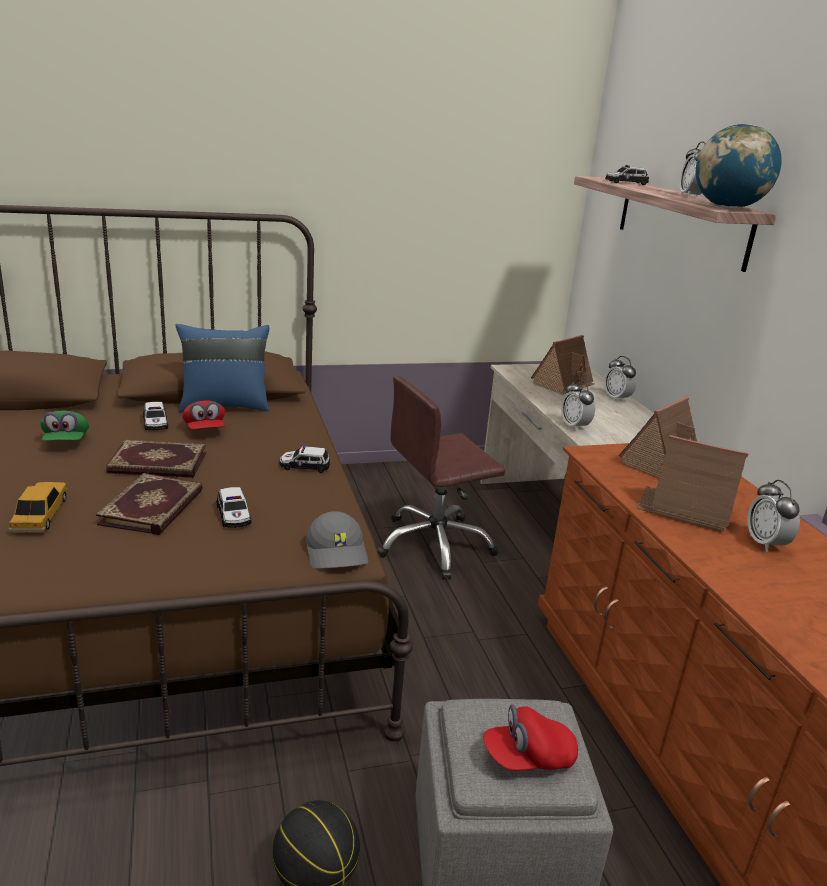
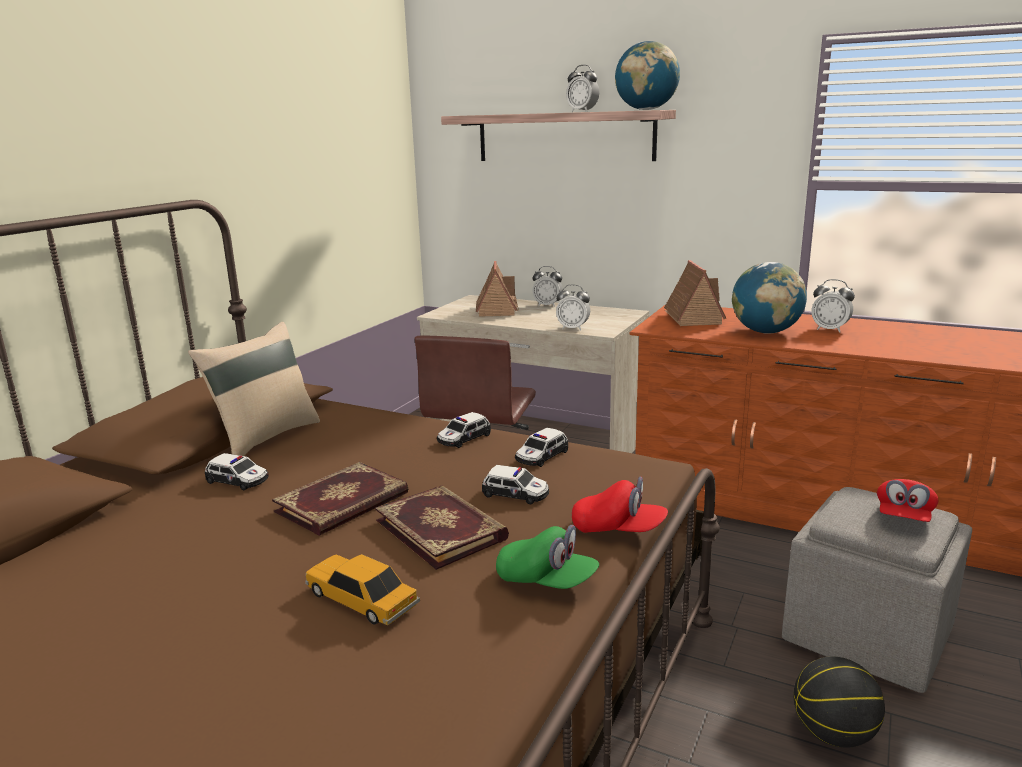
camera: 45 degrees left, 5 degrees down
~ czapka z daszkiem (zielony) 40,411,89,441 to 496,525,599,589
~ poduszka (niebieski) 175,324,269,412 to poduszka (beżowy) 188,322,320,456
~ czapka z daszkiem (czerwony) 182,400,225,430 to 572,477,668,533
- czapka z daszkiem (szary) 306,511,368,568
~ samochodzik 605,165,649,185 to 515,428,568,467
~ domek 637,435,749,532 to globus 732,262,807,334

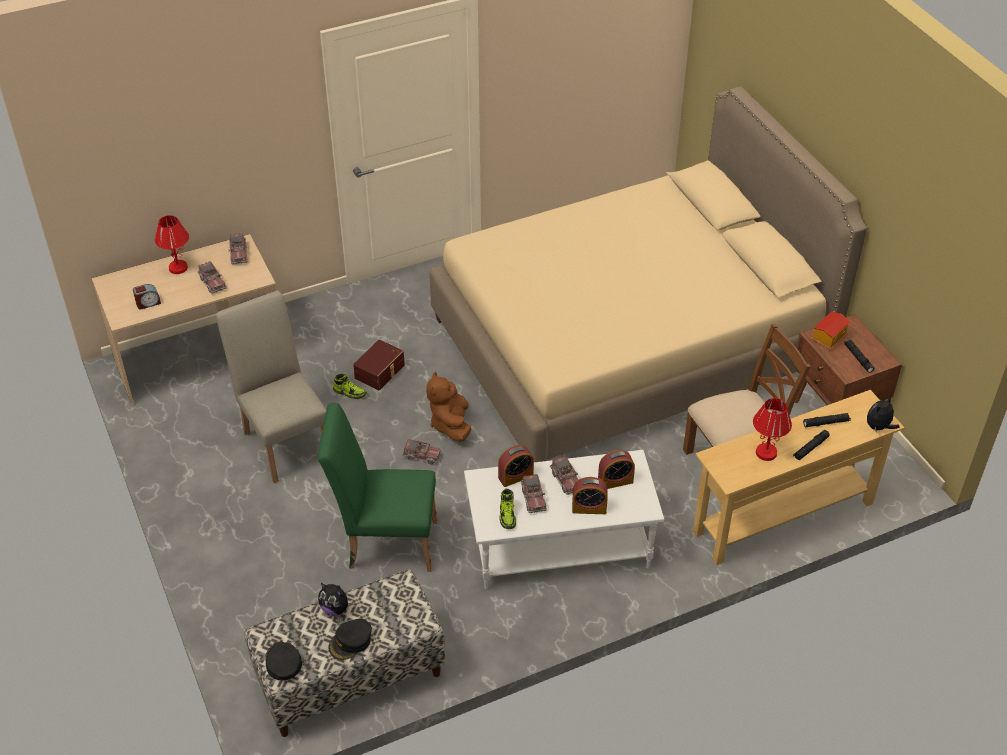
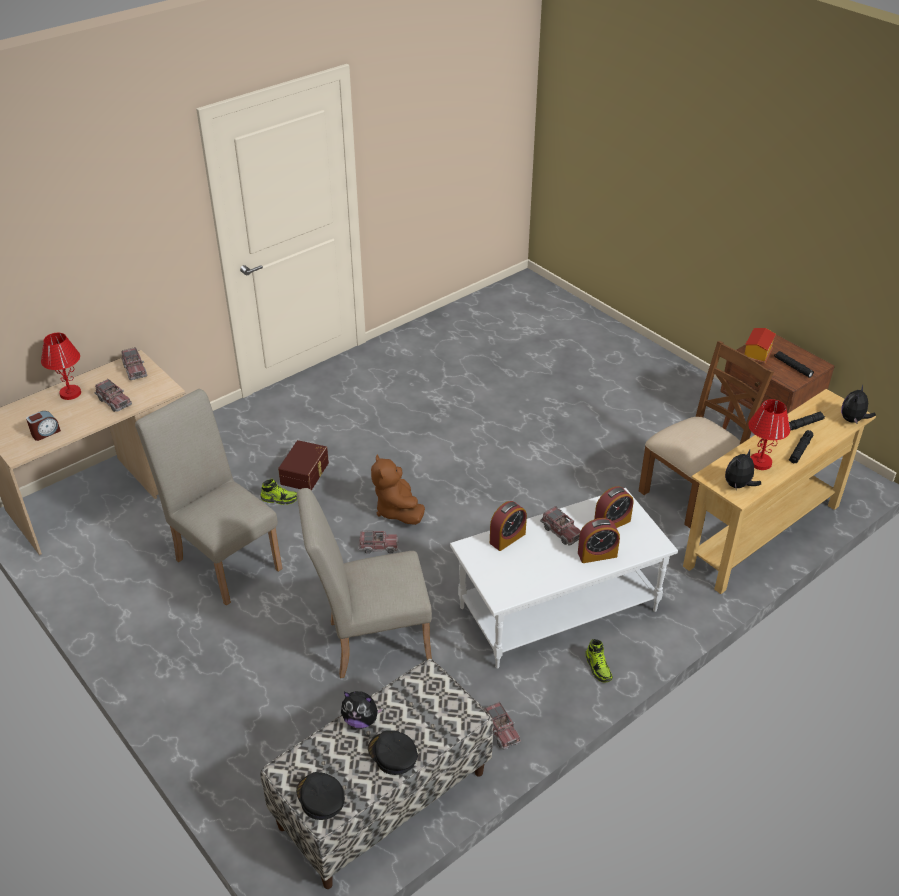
camera: 15 degrees left, 5 degrees down
~ krzesło (zielony) 318,403,437,572 to krzesło (beżowy) 297,488,432,678
~ czapka z daszkiem (czarny) 328,619,372,660 = 368,730,418,775 105 degrees clockwise
- łóżko (beżowy) 429,87,867,462
~ but 499,489,516,529 to 586,639,613,682
~ ciężarówka zabawkowa 521,474,547,513 to 484,702,521,750
+ pluszak 725,450,761,490

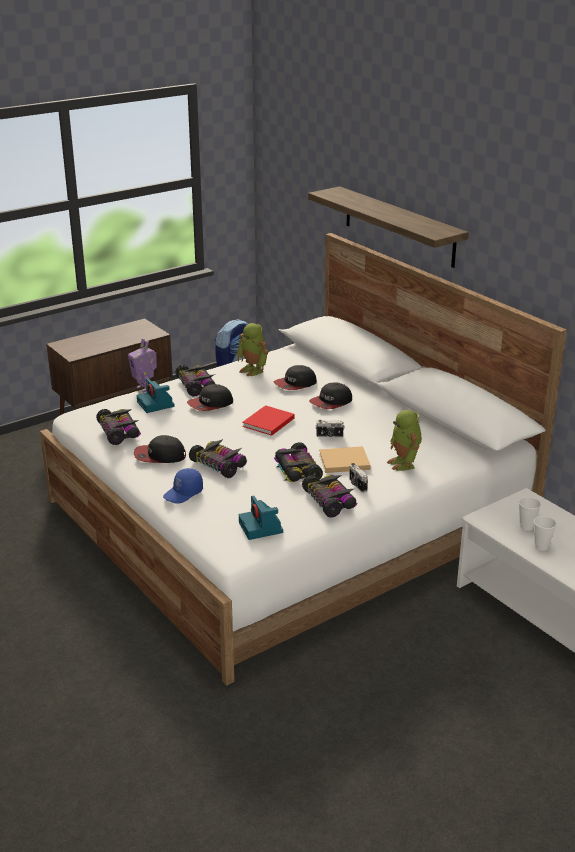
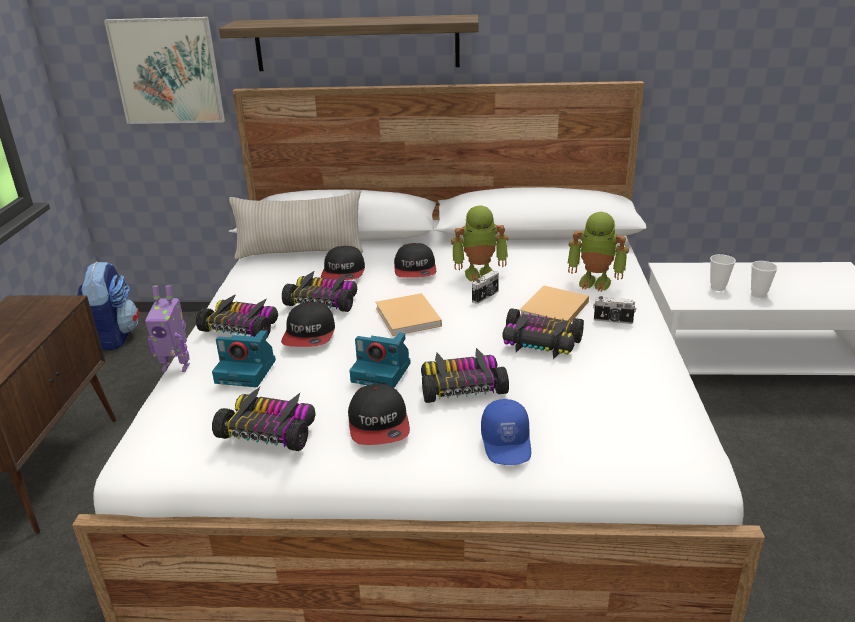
camera: 50 degrees left, 0 degrees up
~ czapka z daszkiem 134,435,186,463 = 348,384,410,445 45 degrees counterclockwise
~ robot zabawkowy 237,323,268,376 to 451,206,508,282
~ aparat fotograficzny 239,496,283,540 to 349,333,411,388
~ książka (czerwony) 242,405,295,436 to książka (beżowy) 375,293,442,336
~ samochodzik 302,475,358,517 to 282,271,357,312
+ obraz 104,17,225,124
+ poduszka (beżowy) 229,191,363,259

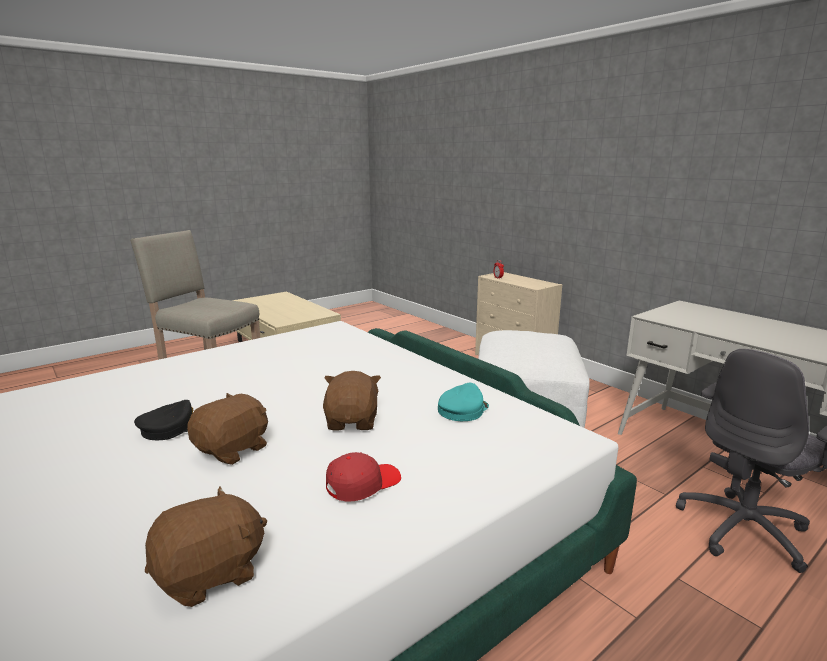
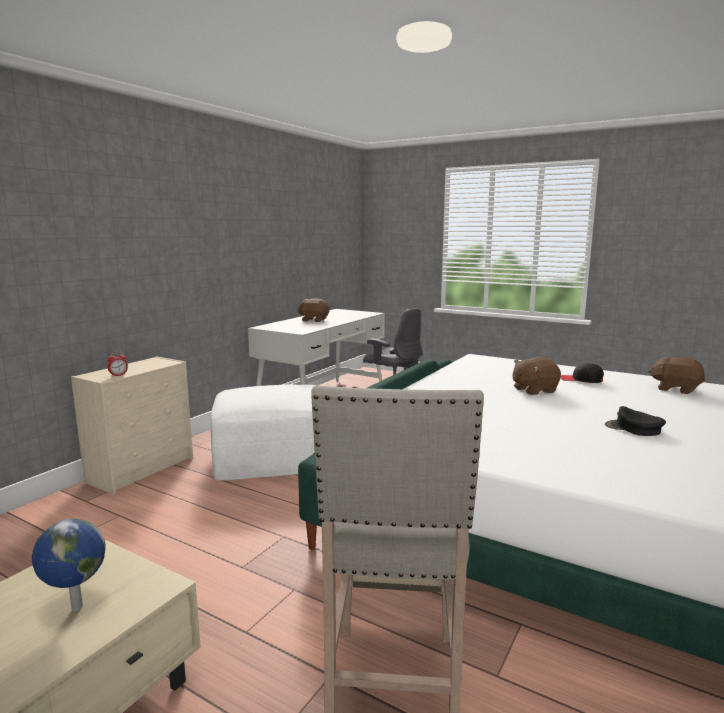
camera: 110 degrees left, 5 degrees down
~ pluszak (brązowy) 187,393,268,465 to 298,298,329,322
~ czapka z daszkiem (czerwony) 326,452,401,501 to czapka z daszkiem (czarny) 561,363,604,383
- czapka z daszkiem (turkusowy) 438,383,489,421
+ globus 32,519,106,611

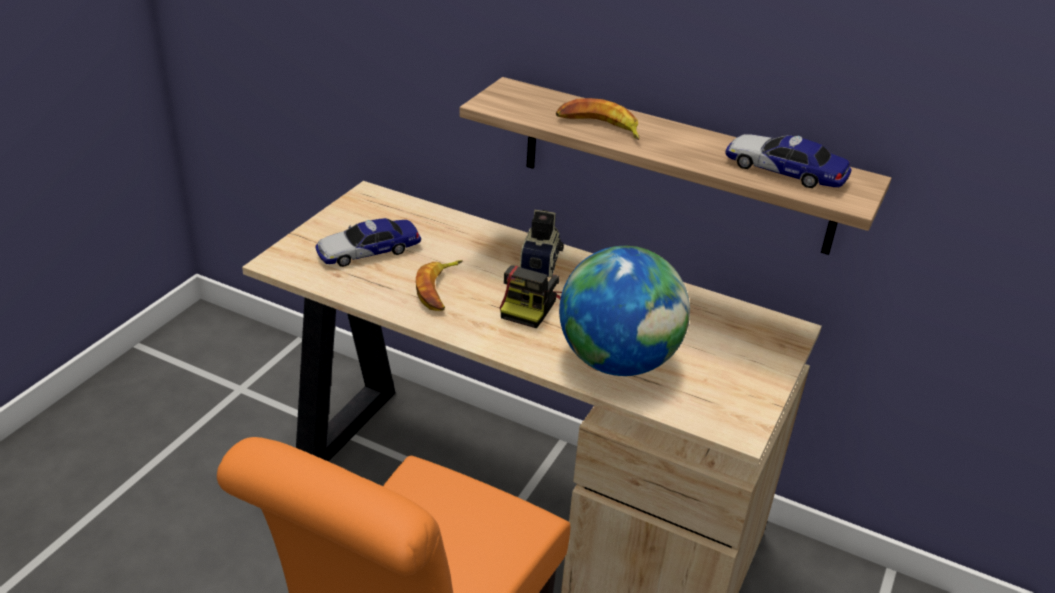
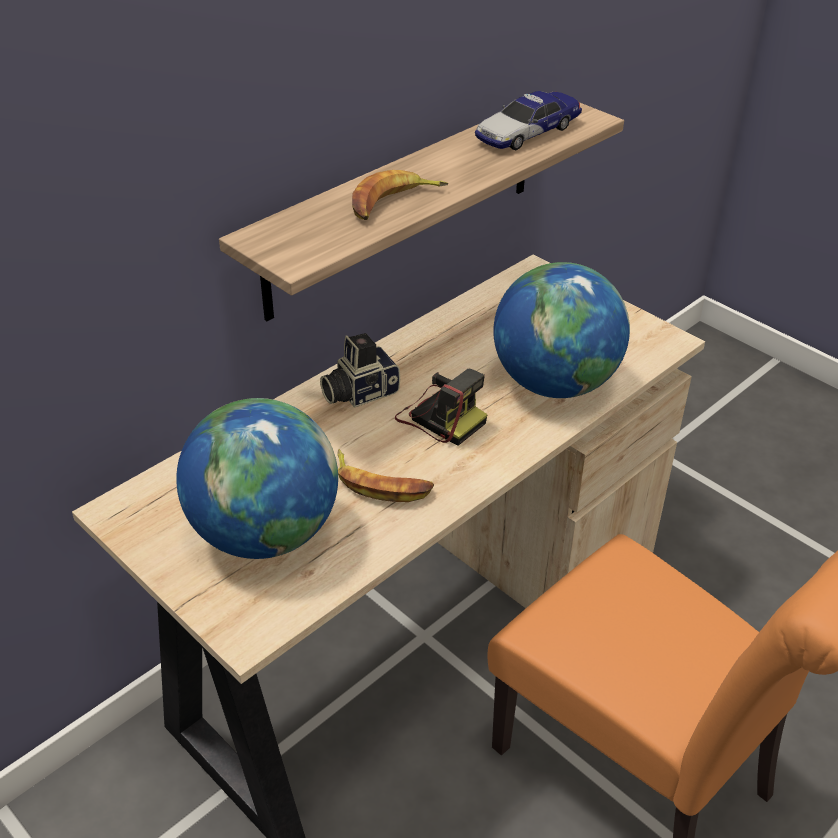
camera: 70 degrees left, 5 degrees up
~ samochodzik 316,218,421,267 to globus 176,398,338,559
~ aparat fotograficzny 520,210,564,277 = 320,333,400,408 60 degrees counterclockwise

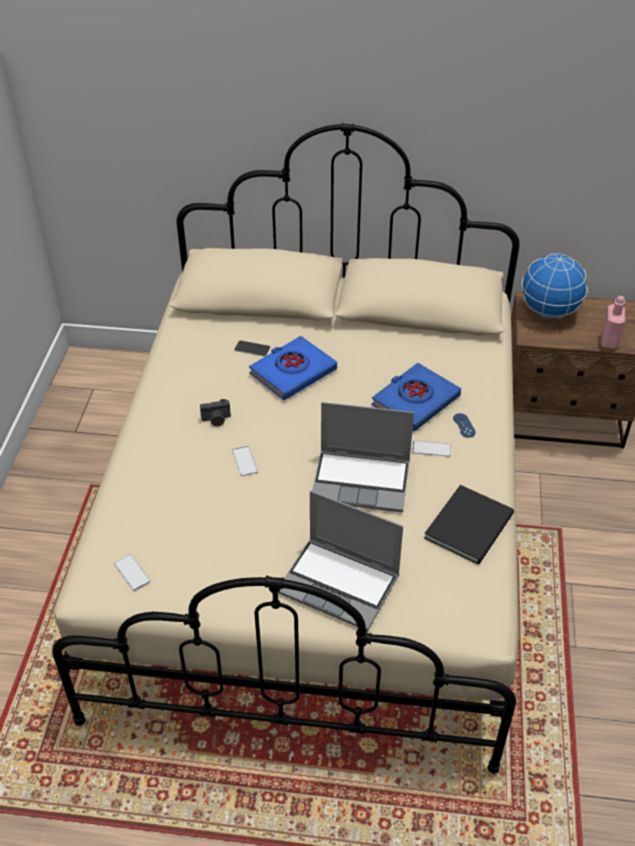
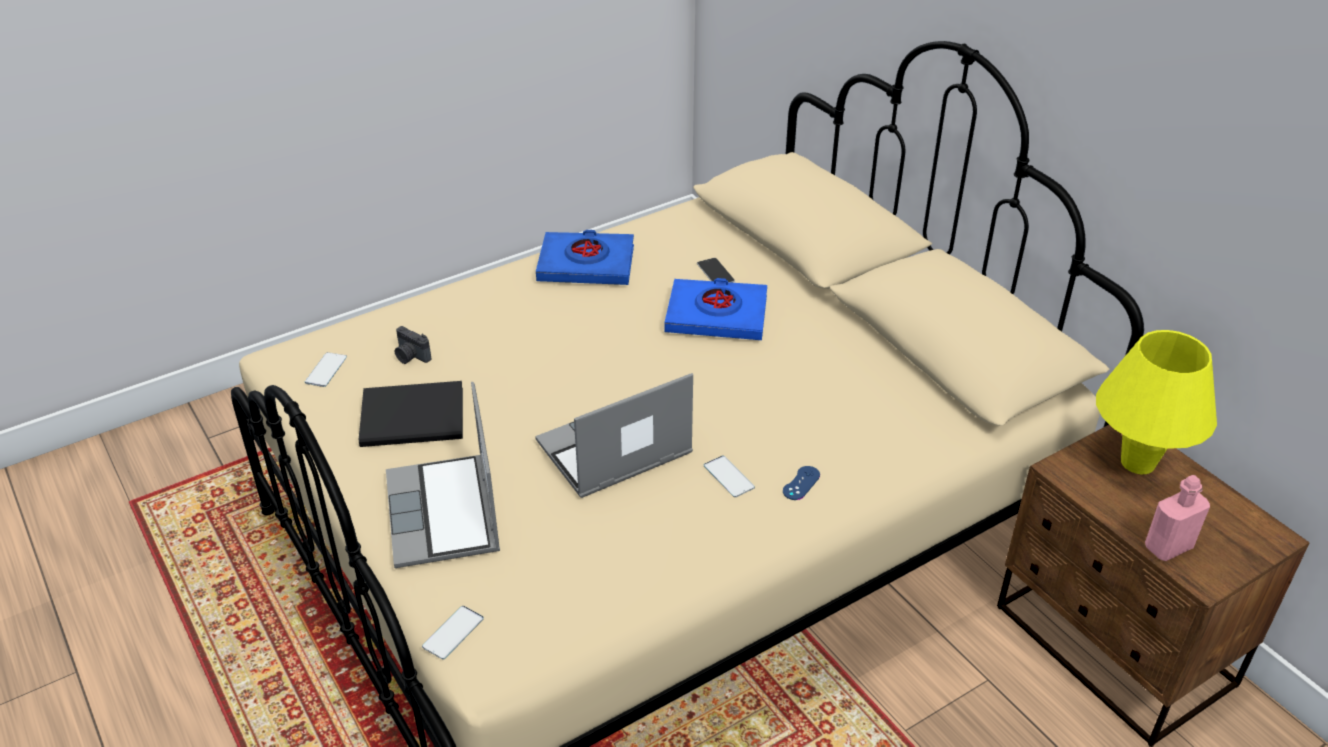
camera: 50 degrees right, 5 degrees down
~ aparat fotograficzny 200,399,231,426 to 395,326,431,364
~ telefon 232,446,258,476 to 422,606,484,660
~ laptop 312,402,414,512 = 535,373,693,498 90 degrees clockwise
~ książka (niebieski) 371,363,461,432 to 536,230,634,285
~ książka (czarny) 424,485,514,564 to 359,381,463,447
~ globus 522,253,588,318 to lampa stołowa (żółty) 1096,330,1217,474

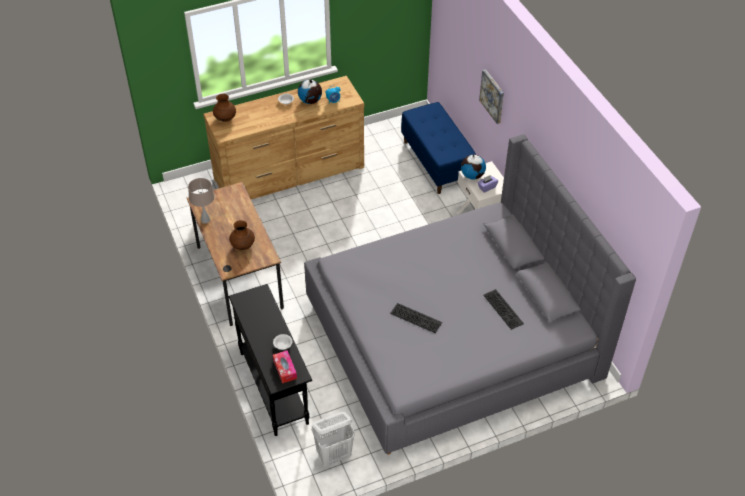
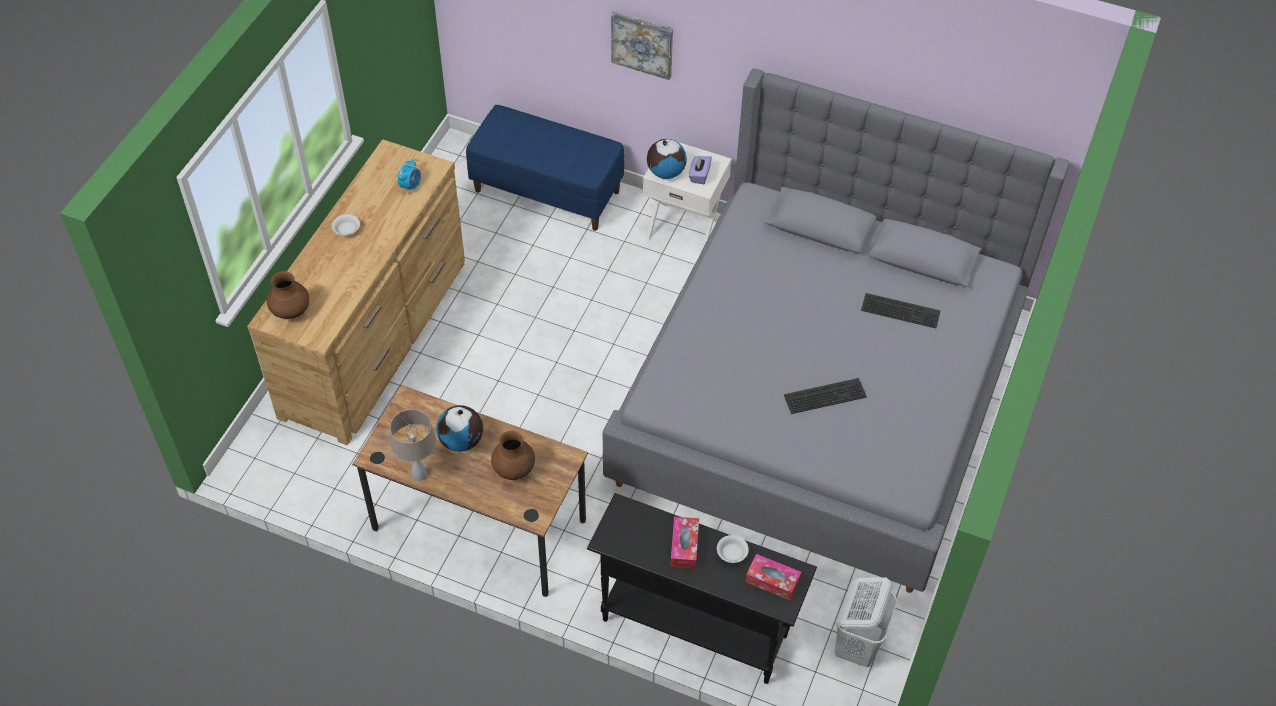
camera: 45 degrees left, 5 degrees up
~ globus 298,79,322,104 to 436,405,483,452
+ pudełko chusteczek 670,517,699,569

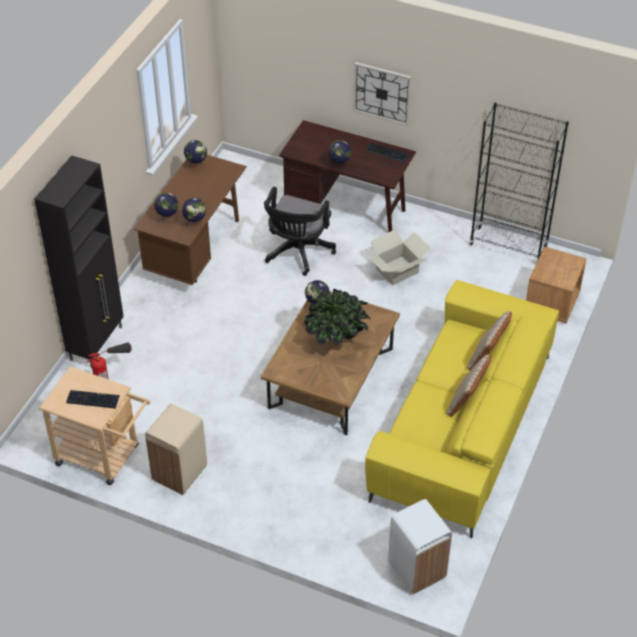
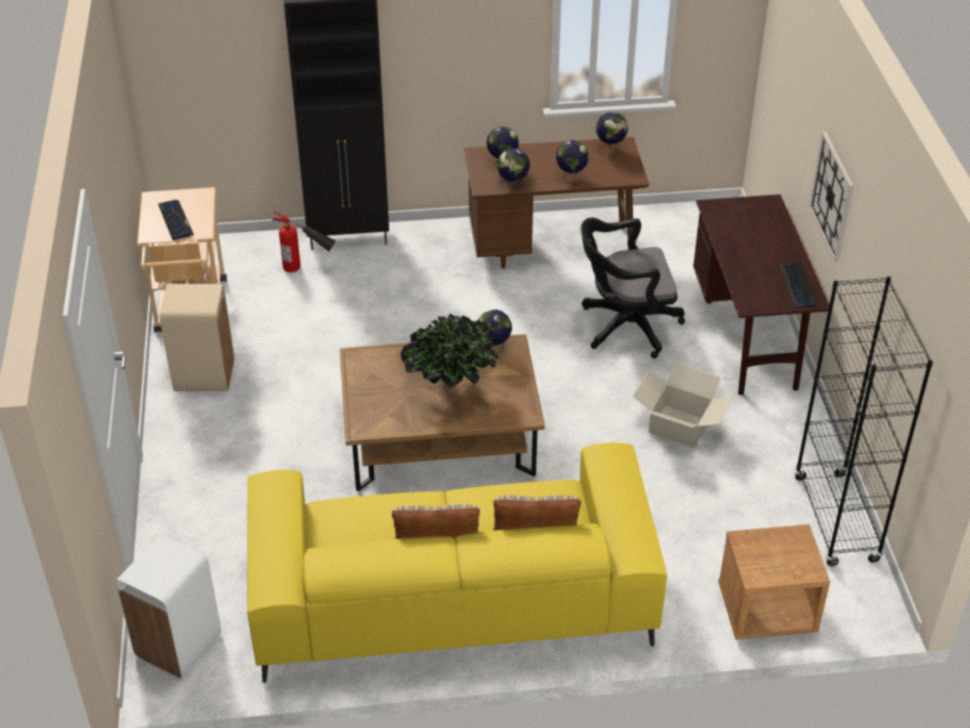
camera: 60 degrees right, 5 degrees down
~ globus 328,140,351,170 to 556,140,589,185

